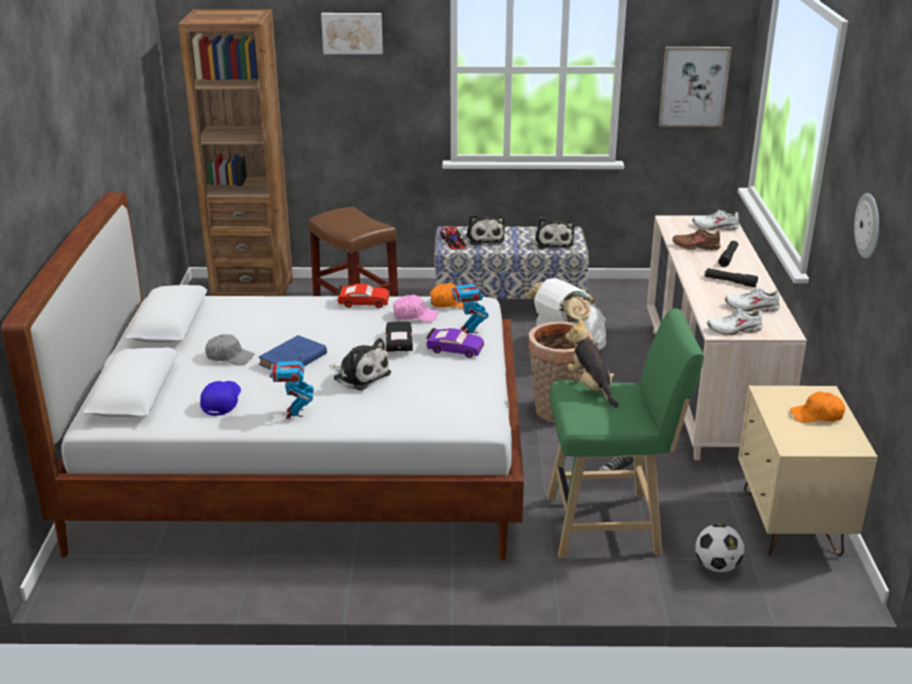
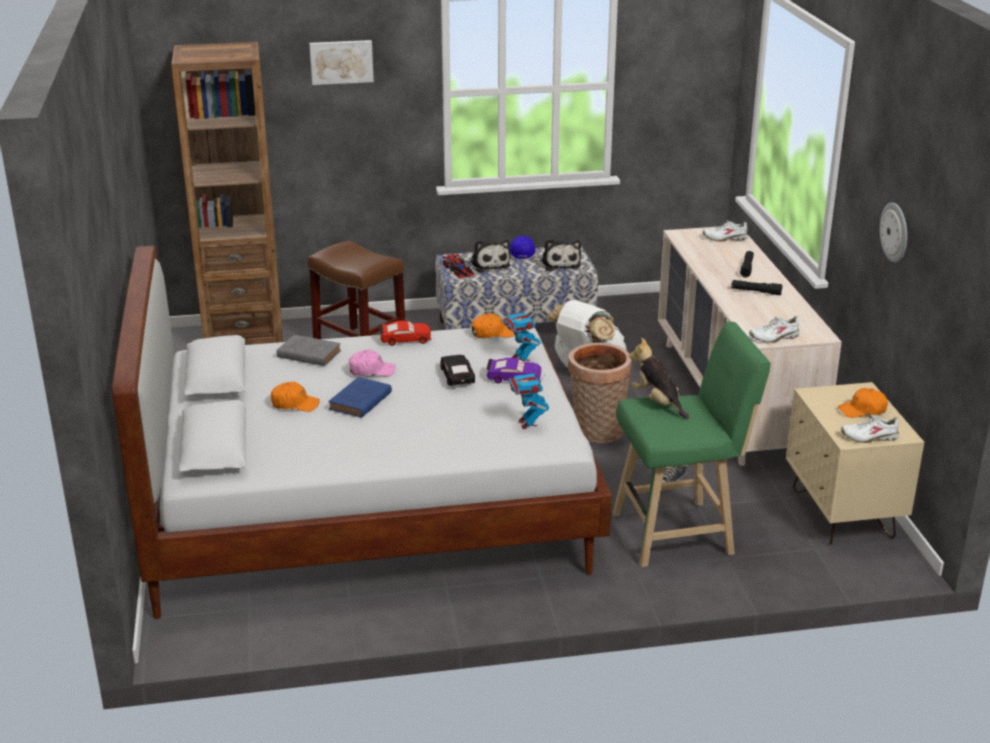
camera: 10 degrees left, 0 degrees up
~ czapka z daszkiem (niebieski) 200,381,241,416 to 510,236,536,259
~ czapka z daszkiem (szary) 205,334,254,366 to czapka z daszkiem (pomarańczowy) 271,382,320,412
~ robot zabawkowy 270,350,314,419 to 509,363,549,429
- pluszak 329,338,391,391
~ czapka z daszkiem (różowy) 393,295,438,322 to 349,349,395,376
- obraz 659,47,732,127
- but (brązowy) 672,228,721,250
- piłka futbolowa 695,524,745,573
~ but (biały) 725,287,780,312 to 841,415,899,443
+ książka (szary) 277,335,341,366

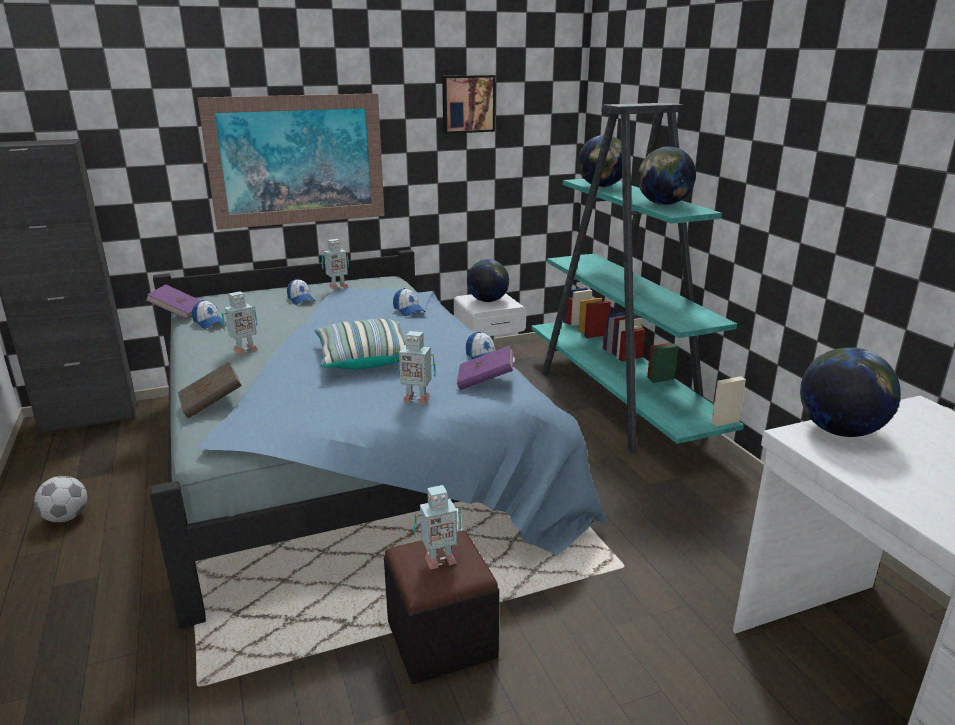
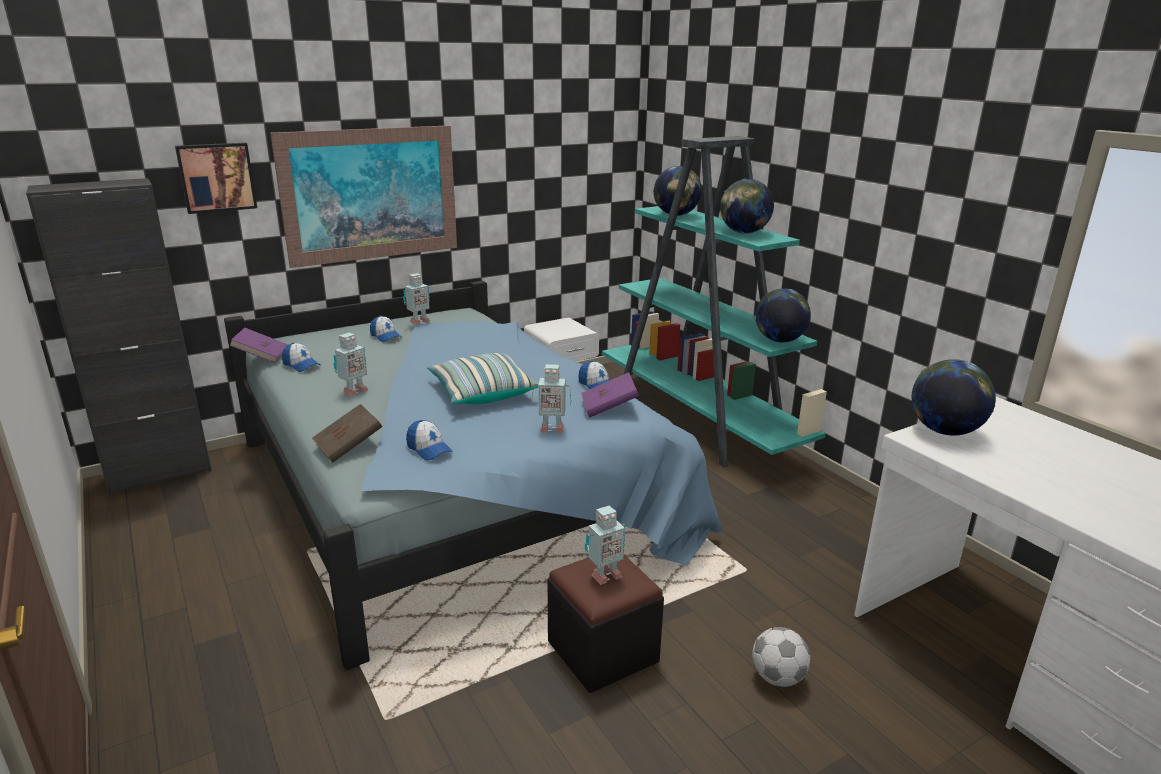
camera: 10 degrees left, 0 degrees up
~ piłka futbolowa 34,476,87,523 to 752,627,810,687
~ czapka z daszkiem 393,288,425,316 to 406,420,453,460
~ obraz 442,75,496,134 to 175,143,257,214
~ globus 467,259,509,302 to 755,288,811,342

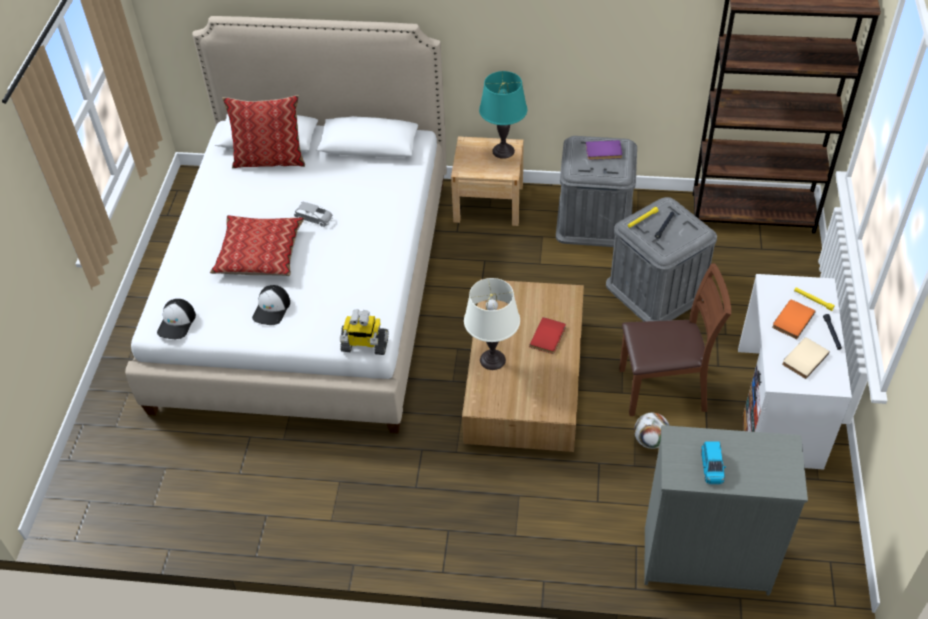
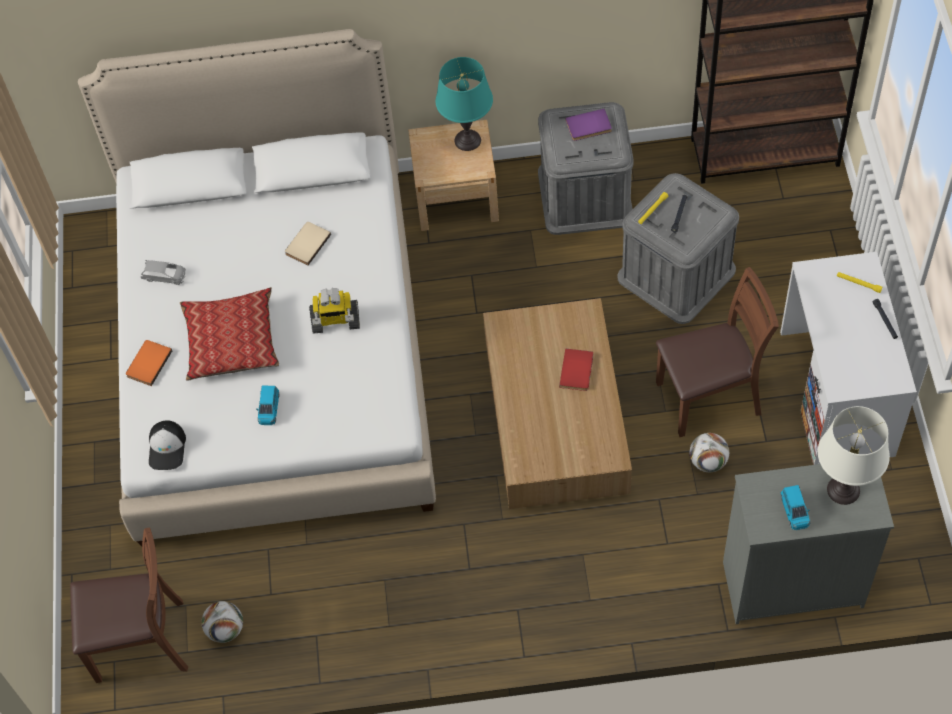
camera: 10 degrees left, 10 degrees up
- poduszka 223,95,305,168
~ czapka z daszkiem 252,285,290,325 to samochodzik (niebieski) 256,385,279,425
~ samochodzik (szary) 294,202,333,227 to 141,260,186,285
~ robot zabawkowy 340,309,389,355 to 309,288,360,334
~ lampa stołowa (biały) 464,278,520,370 to 818,406,890,505
~ książka (pomarańczowy) 772,300,815,339 to 126,340,172,386
~ książka (beżowy) 782,337,830,379 to 285,222,331,265
+ krzesło (brązowy) 70,527,188,683
+ piłka futbolowa 202,601,243,643

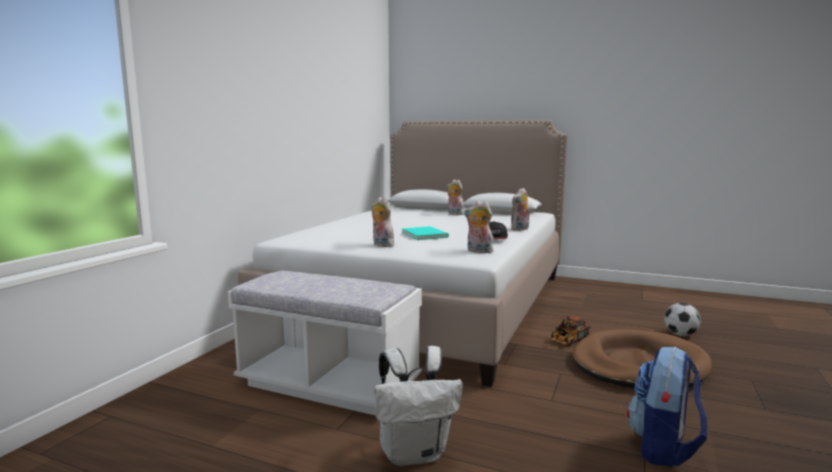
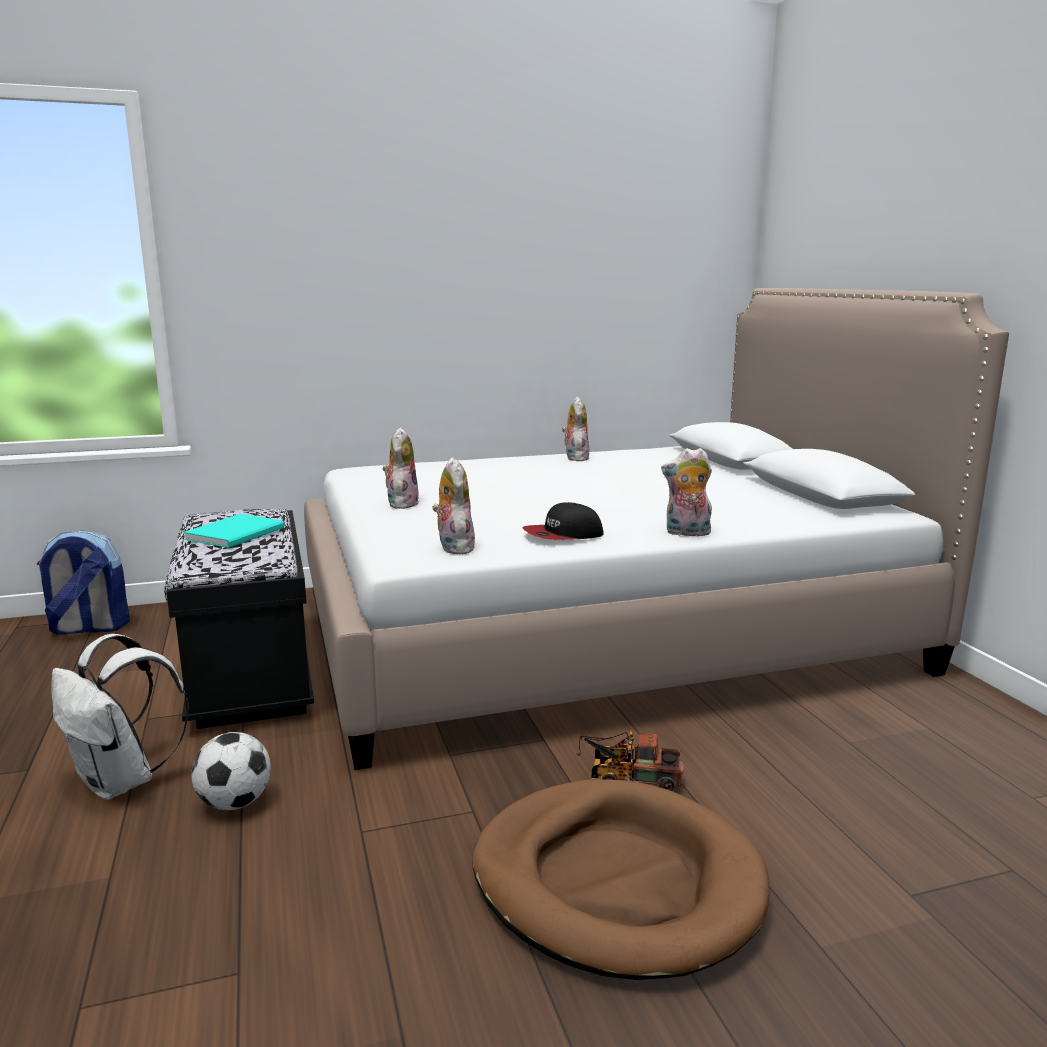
camera: 50 degrees right, 5 degrees up
~ ławka (biały) 228,271,422,415 to ławka (czarny) 164,509,314,729
~ książka (turkusowy) 402,226,449,240 to 184,514,284,548
~ pluszak 446,179,464,215 to 562,397,589,461
~ plecak 627,346,707,467 to 37,530,130,635
~ piłka futbolowa 664,303,701,336 to 191,732,271,810

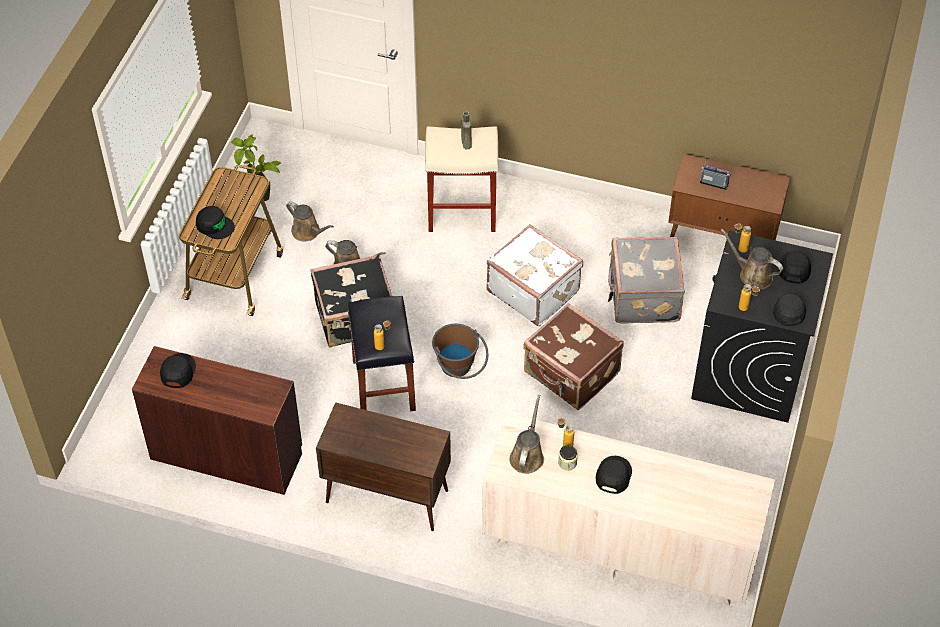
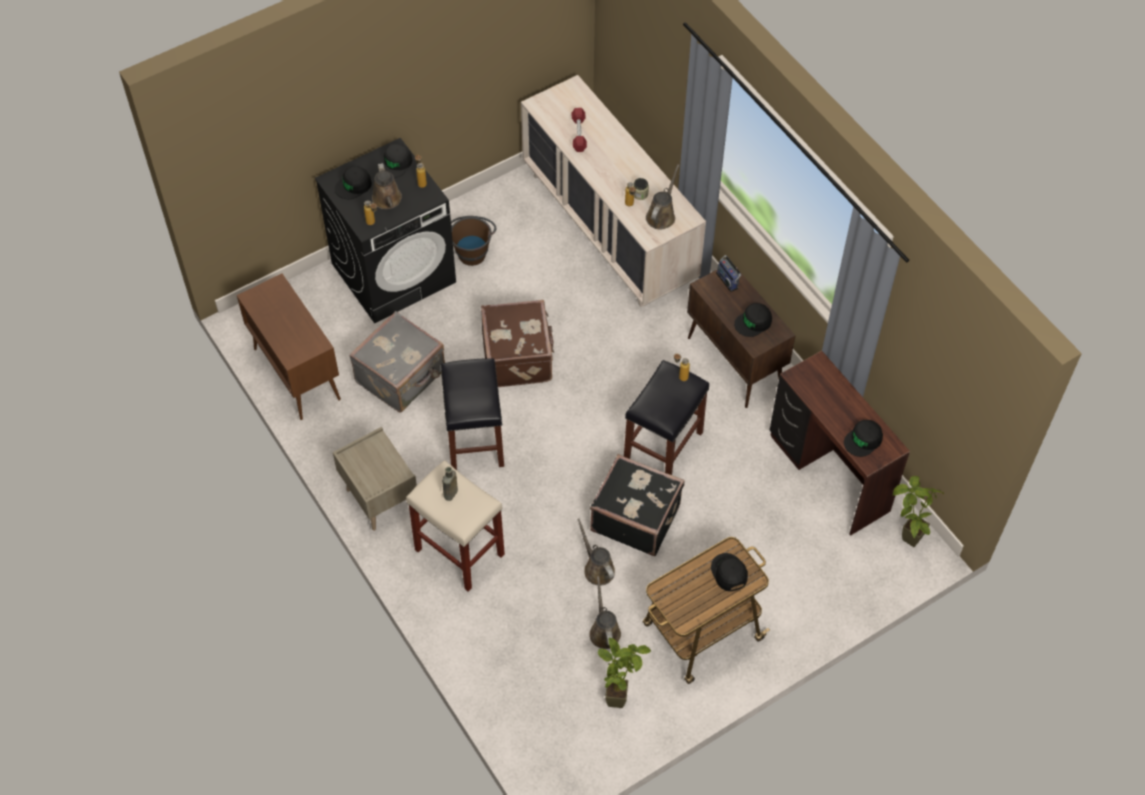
camera: 140 degrees left, 5 degrees up
~ wiadro (brązowy) 432,324,488,379 to 451,216,496,266
~ walizka (biały) 487,224,583,326 to stołek (czarny) 441,358,504,470
~ konewka (brązowy) 509,395,544,474 = 646,164,679,230 150 degrees clockwise
~ czapka z daszkiem (czarny) 596,456,632,494 to 734,303,772,337
~ radio 700,155,731,190 to 716,255,741,292
+ szafka nocna (beżowy) 333,427,417,531
+ hantel (czerwony) 572,108,587,152
+ roślina doniczkowa 893,476,944,547

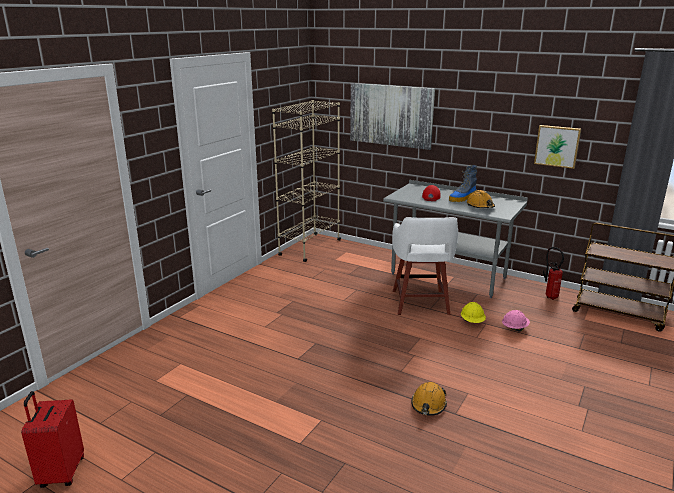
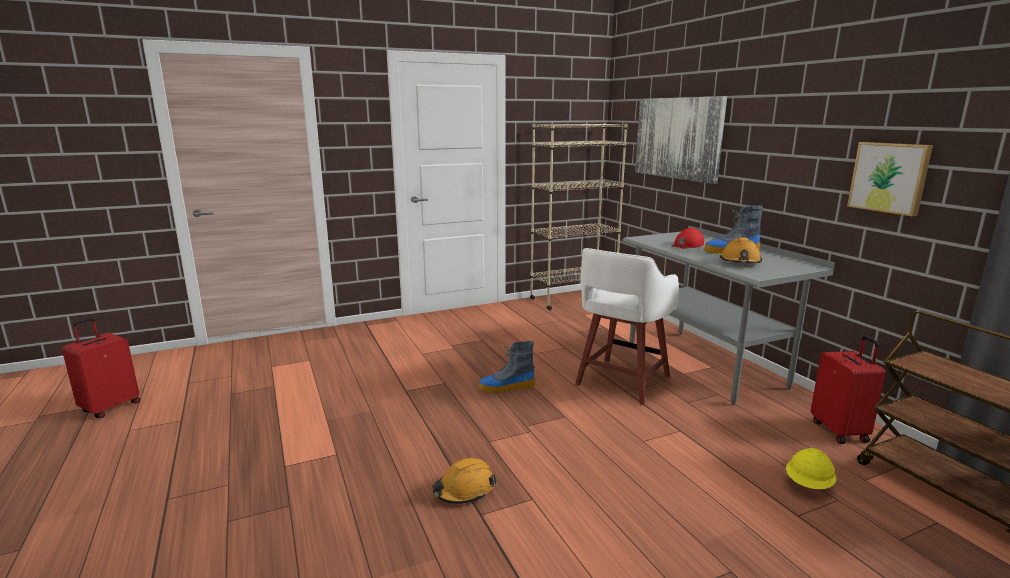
camera: 35 degrees right, 5 degrees down
~ kask (żółty) 461,302,486,323 to 786,448,836,489
- kask (różowy) 502,310,530,332
~ gaśnica 543,247,564,300 to walizka (czerwony) 811,336,886,444
+ but z cholewką 479,341,535,393

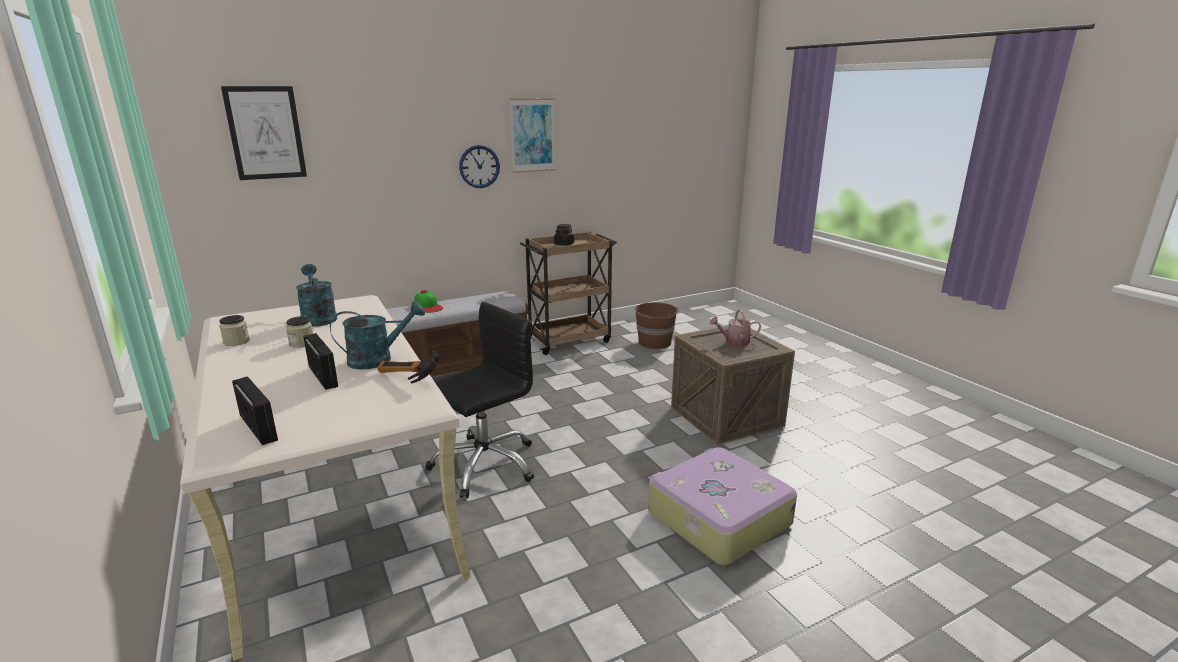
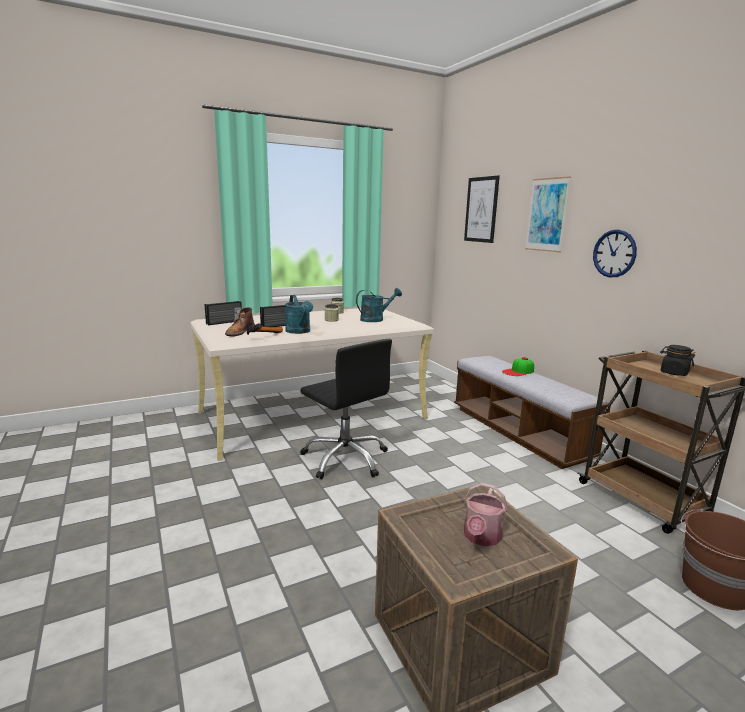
camera: 90 degrees right, 5 degrees down
~ obraz 510,98,555,173 to 525,176,571,252
- walizka 648,448,797,565
~ konewka 709,309,761,346 = 464,483,508,547 150 degrees counterclockwise
+ but z cholewką (brązowy) 225,307,255,336

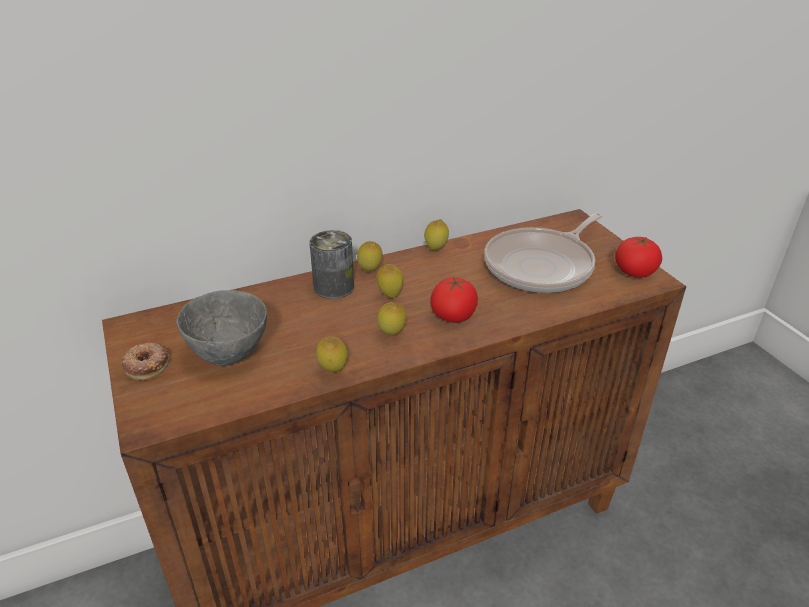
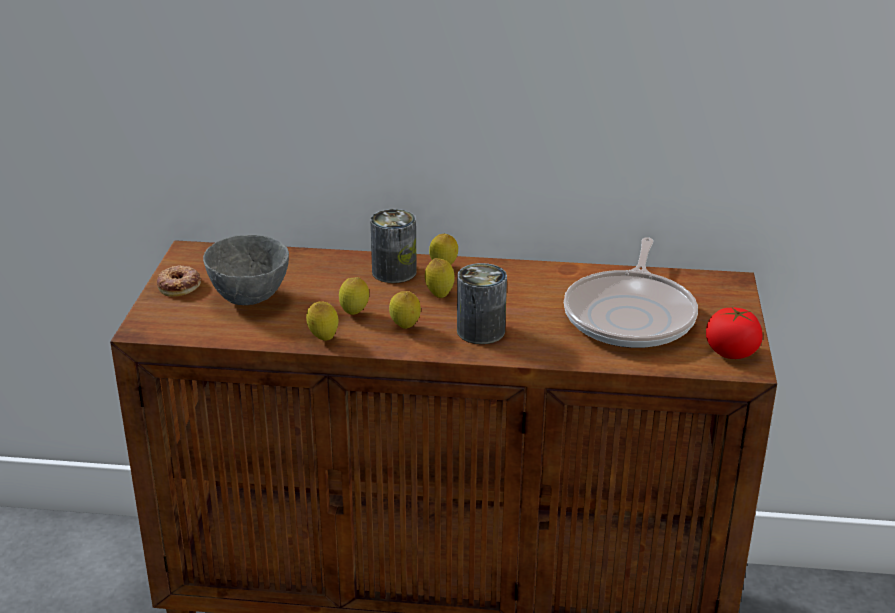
camera: 30 degrees right, 5 degrees down
~ cytryna 424,219,449,251 to 339,277,369,315
~ pomidor 430,277,478,323 to puszka 457,263,507,344
~ patelnia 484,213,603,293 = 564,237,698,348 60 degrees counterclockwise

